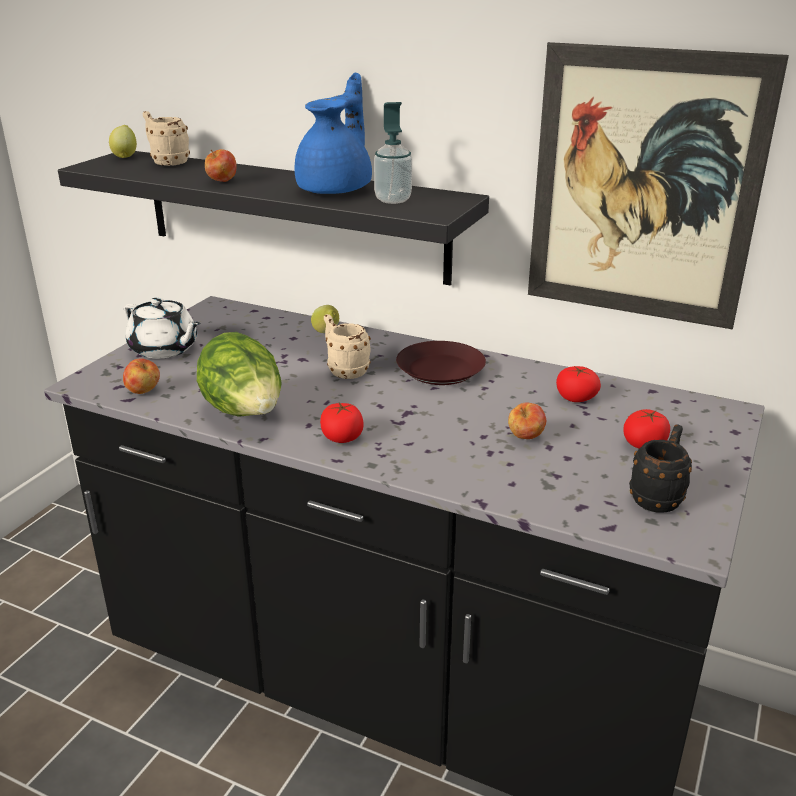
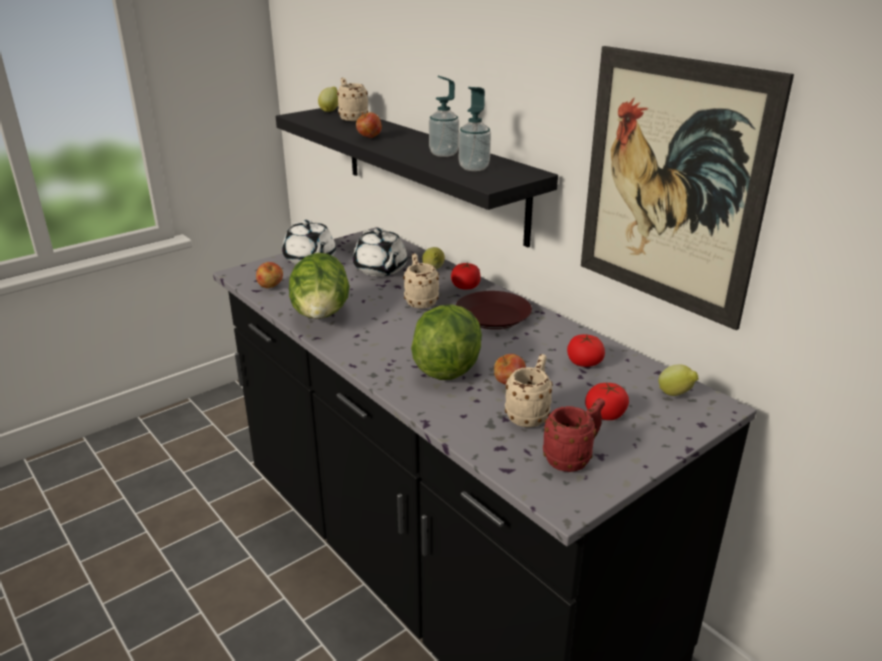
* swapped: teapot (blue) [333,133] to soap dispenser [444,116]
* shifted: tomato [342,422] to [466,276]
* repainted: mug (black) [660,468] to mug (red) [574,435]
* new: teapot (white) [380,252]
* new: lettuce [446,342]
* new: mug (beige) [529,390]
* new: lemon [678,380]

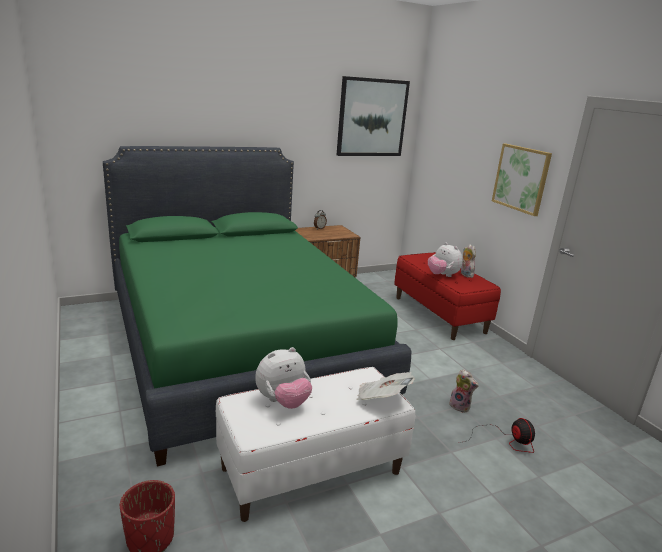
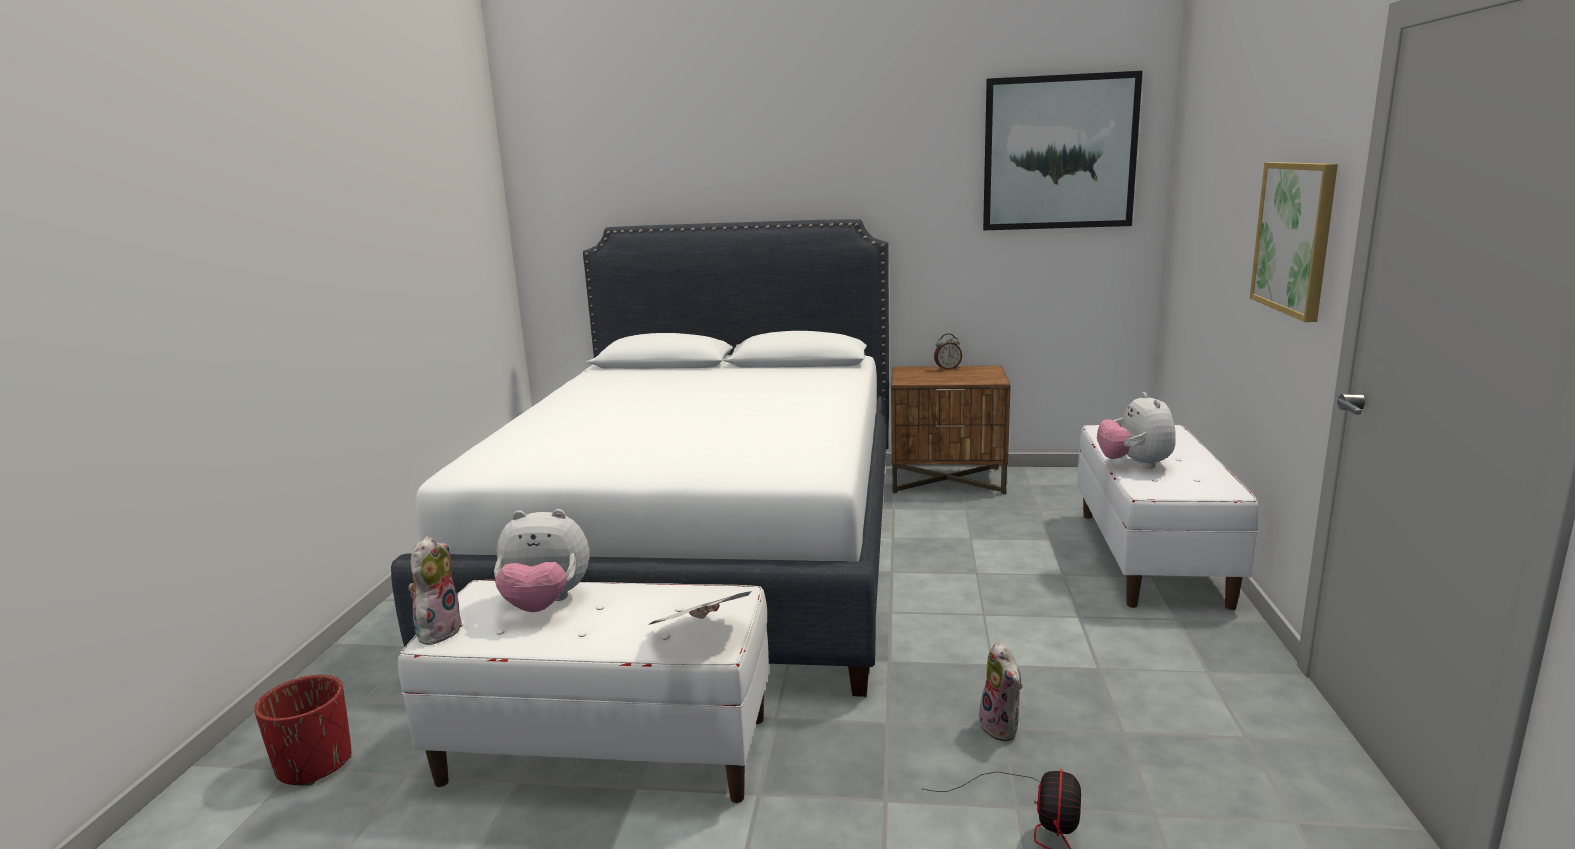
* repainted: bed (green) [257,306] to bed (white) [640,458]
* shifted: plush toy [468,261] to [435,590]
* repainted: bench (red) [447,296] to bench (white) [1168,517]

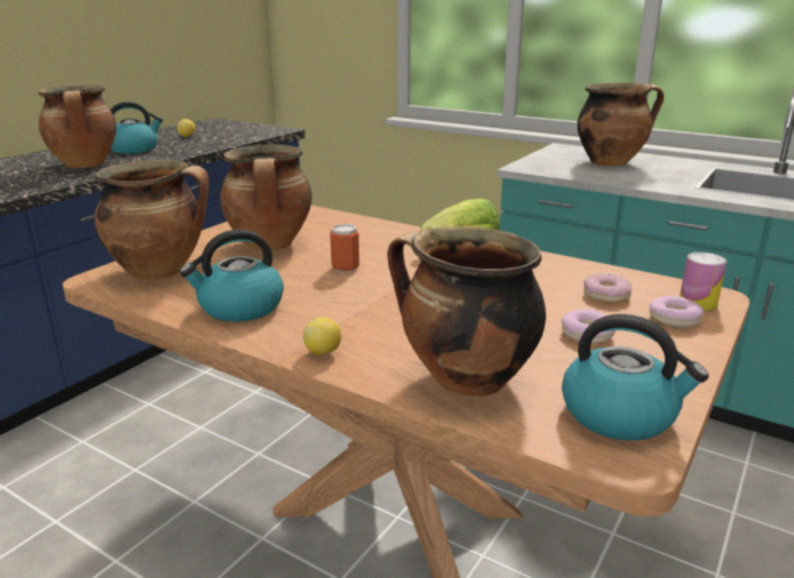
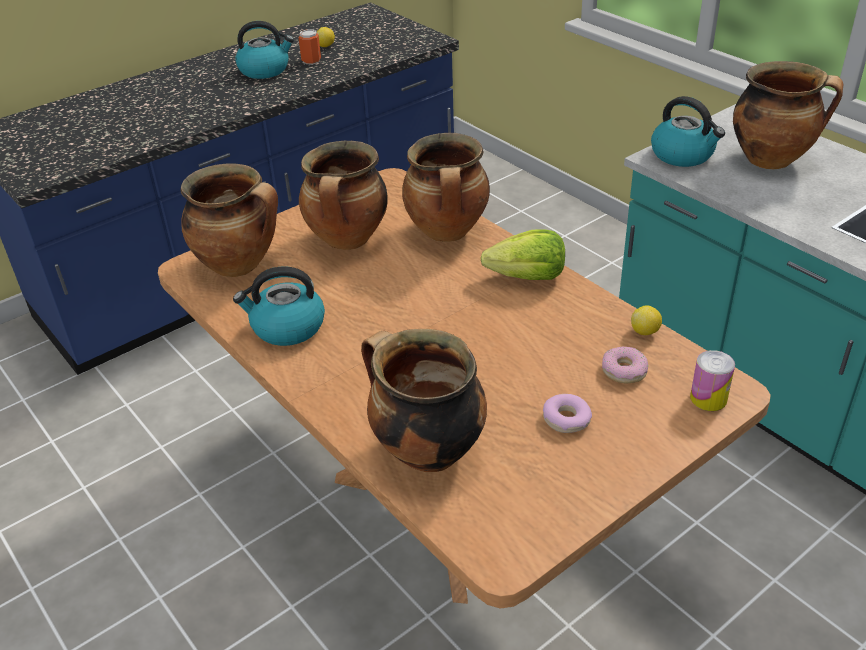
* shifted: cooking pot [77,126] to [446,187]
* shifted: can [344,248] to [309,46]
* gone: donut [676,312]
* shifted: kettle [635,377] to [688,131]
* shifted: lemon [322,336] to [646,320]

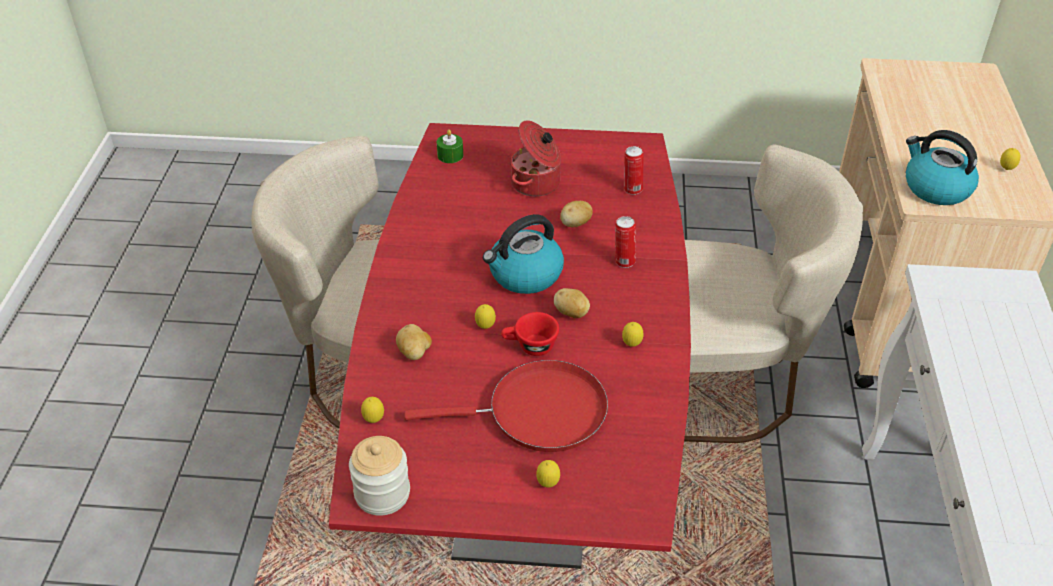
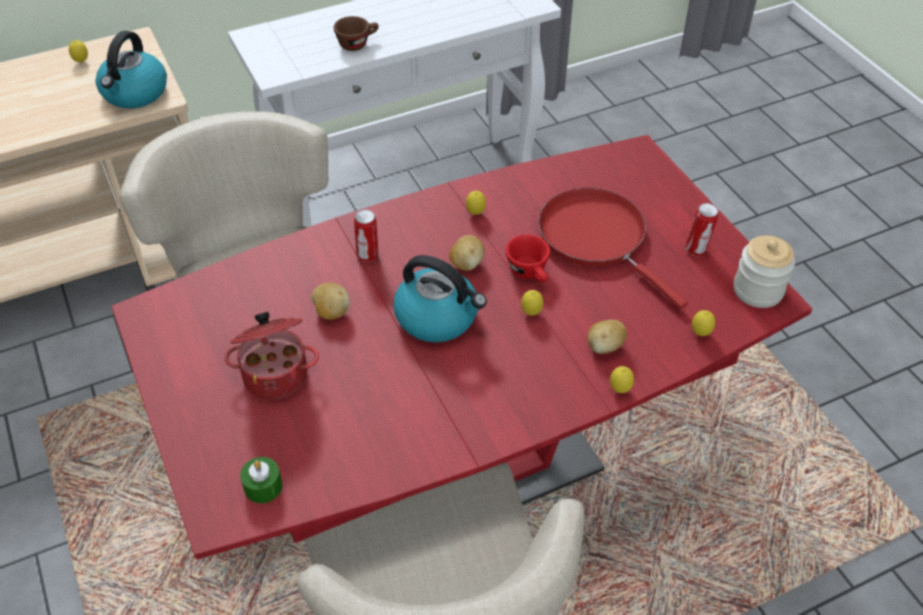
* shifted: can [634,170] to [702,229]
* shifted: lemon [548,474] to [622,379]
* new: cup (brown) [356,33]

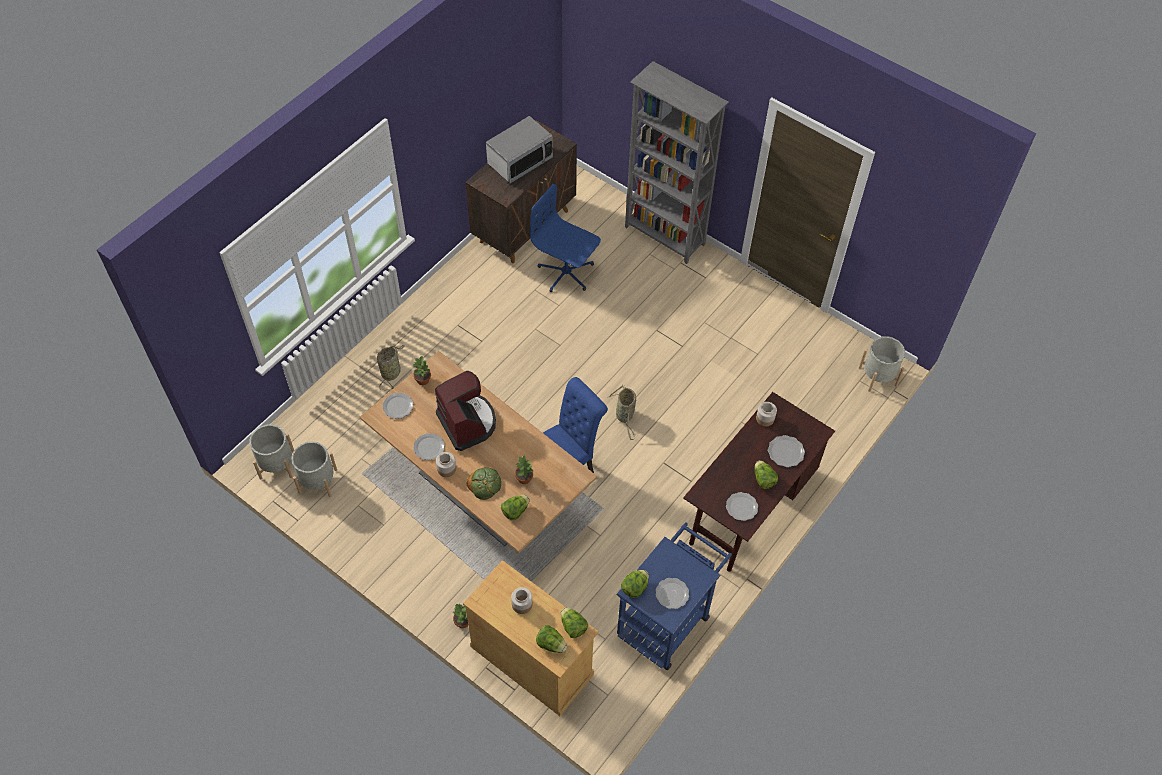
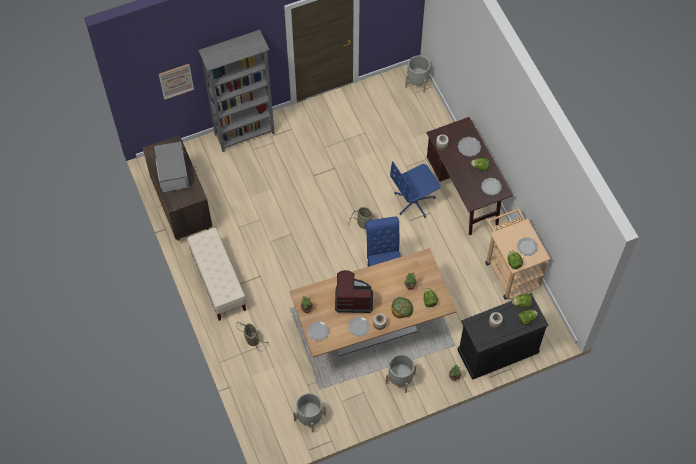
* shifted: office chair (blue) [565,238] to [415,190]
* shifted: planter (grey) [271,452] to [401,373]
* repainted: cart (blue) [674,596] to cart (beige) [518,253]
* repainted: cabinet (beige) [531,638] to cabinet (black) [502,336]
* new: picture [176,82]
* new: bench (beige) [216,274]

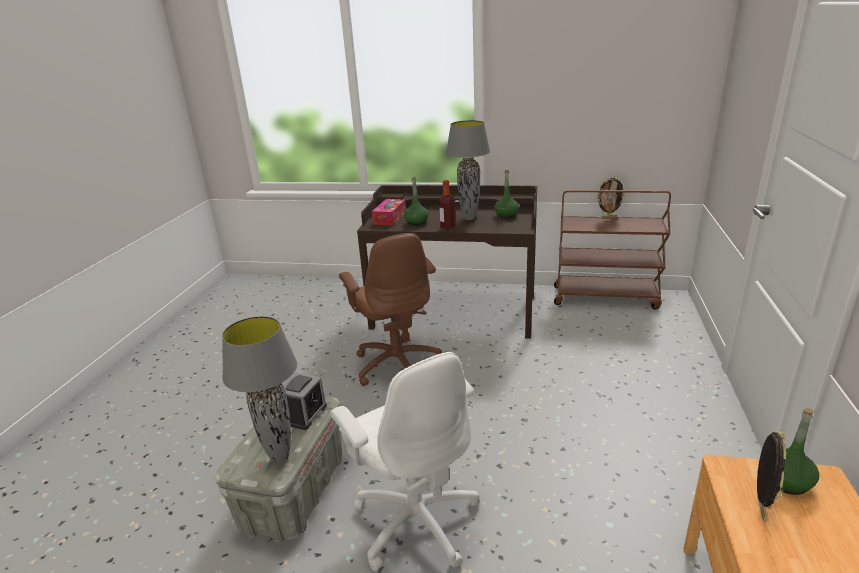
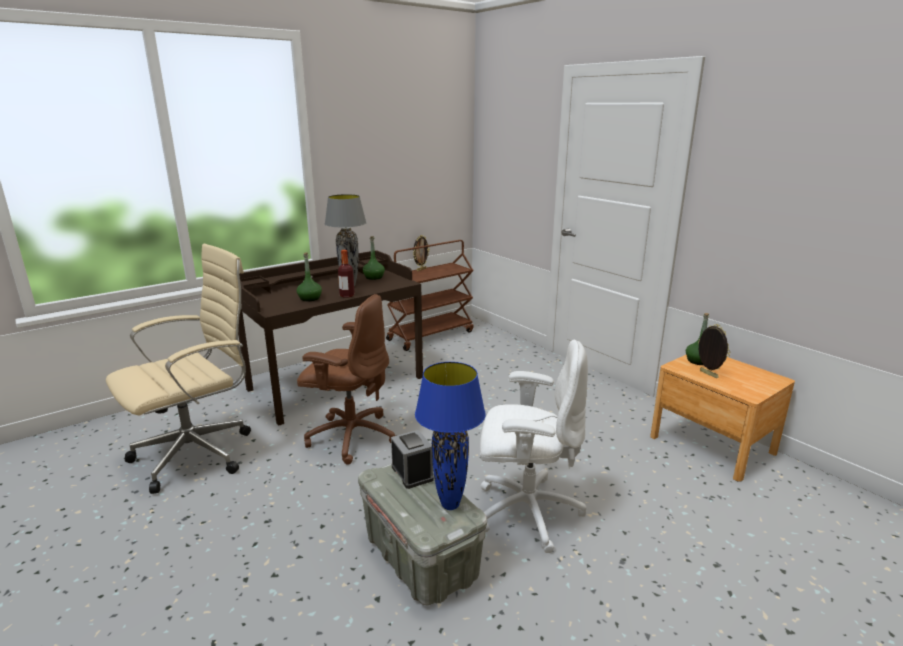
* gone: tissue box [389,212]
* repainted: table lamp (grey) [259,389] to table lamp (blue) [450,436]
* new: office chair (beige) [178,369]

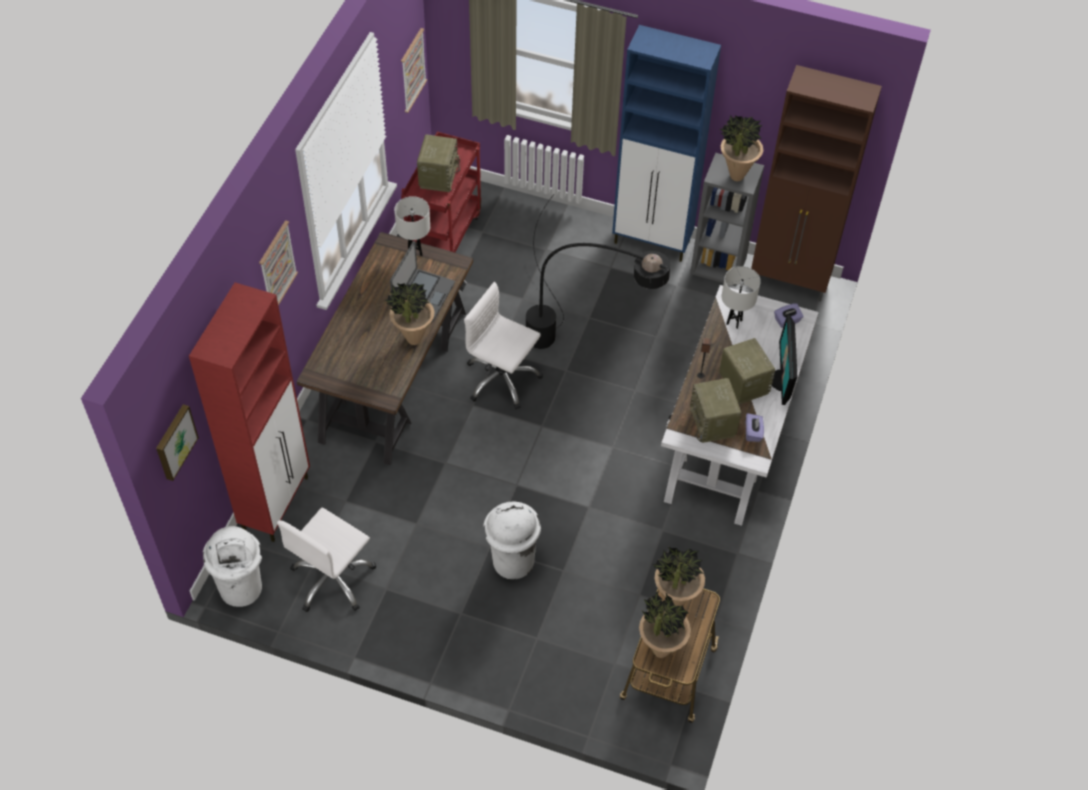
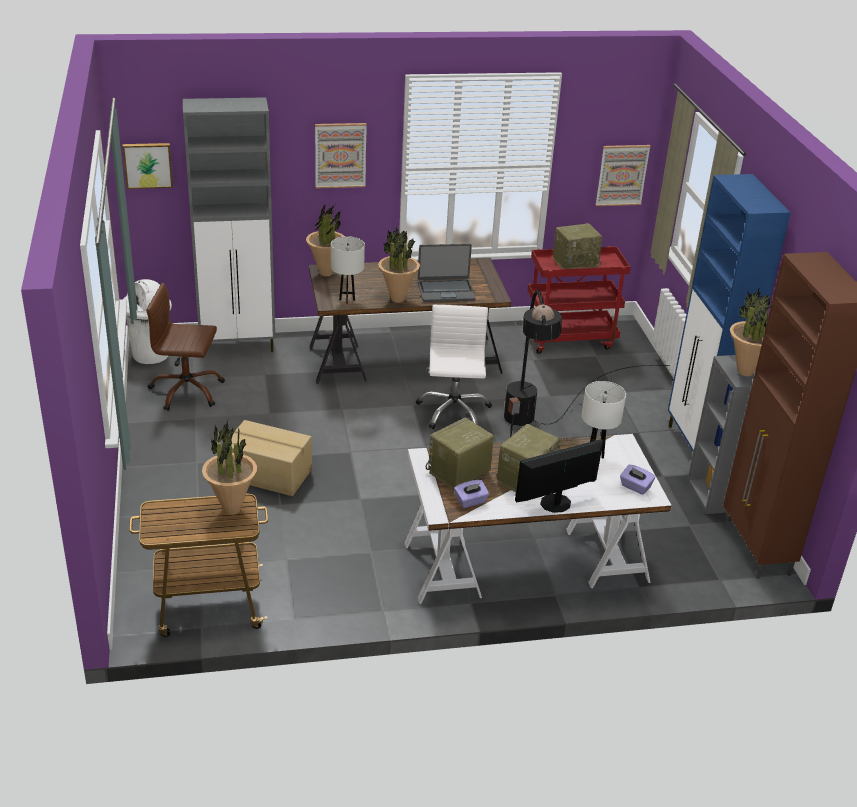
* shifted: table lamp (white) [412,226] to [348,270]
* repainted: cabinet (red) [249,412] to cabinet (grey) [229,224]
* swapped: trash can (white) [512,540] to cardboard box [271,458]
* repainted: office chair (white) [326,559] to office chair (brown) [185,347]
* shifted: potted plant [665,624] to [325,240]

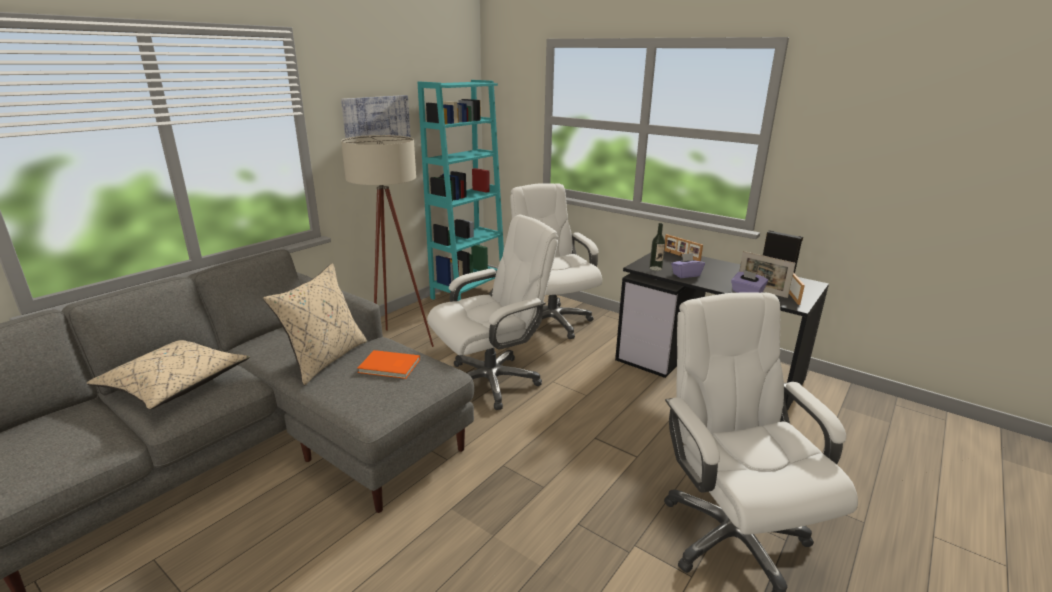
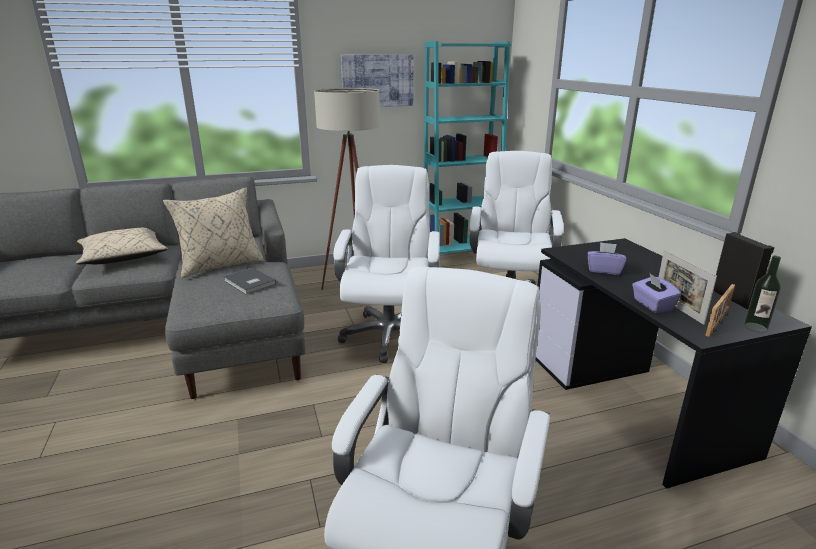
* rotated: office chair (white) [493,312] = [386,264] 90 degrees counterclockwise
* shifted: bottle [657,247] to [762,294]
* gone: picture frame [684,247]
* repainted: book (orange) [389,364] to book (grey) [249,281]

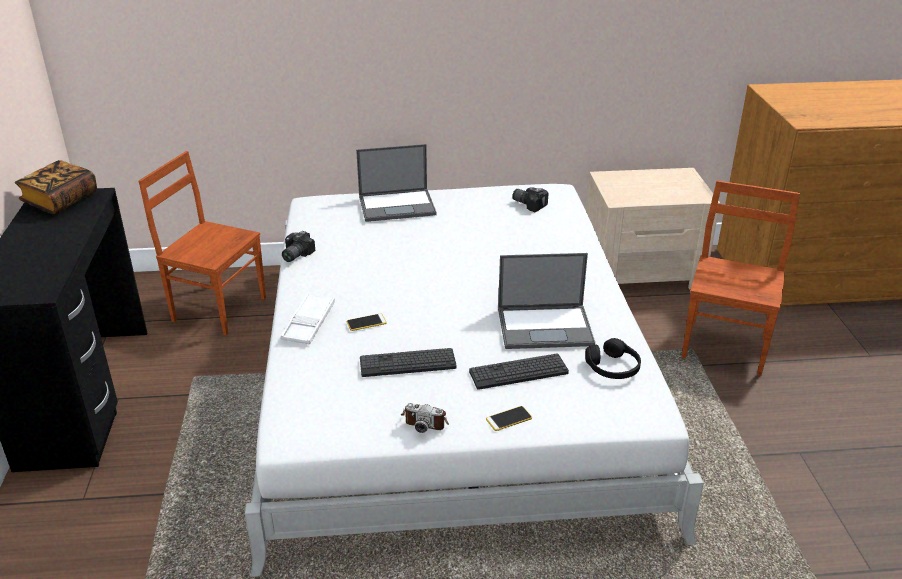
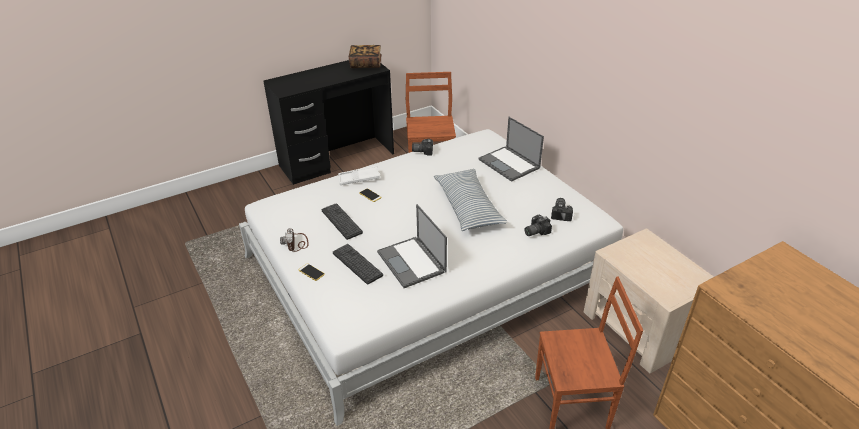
* gone: headphones (black) [613,358]
* new: pillow [471,200]
* new: photo camera [538,225]

